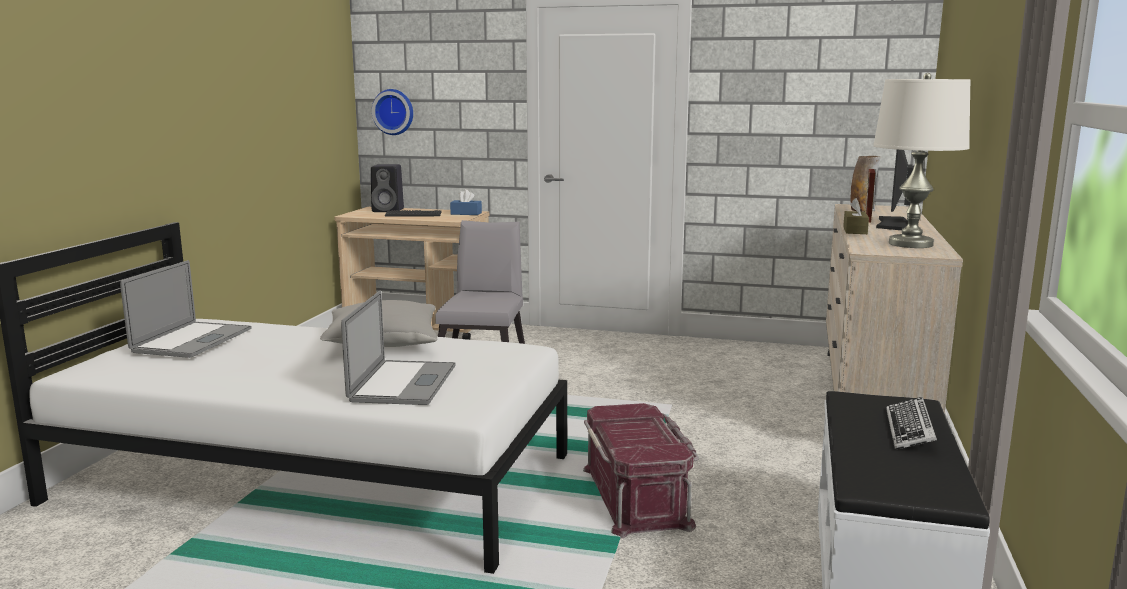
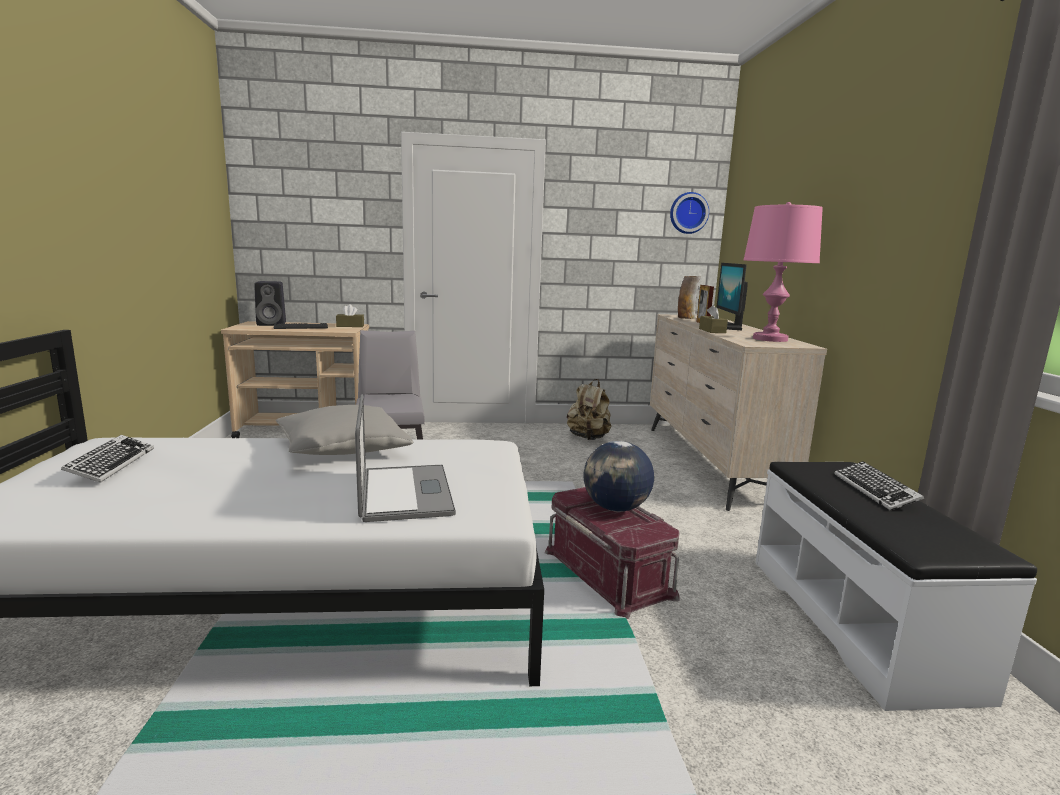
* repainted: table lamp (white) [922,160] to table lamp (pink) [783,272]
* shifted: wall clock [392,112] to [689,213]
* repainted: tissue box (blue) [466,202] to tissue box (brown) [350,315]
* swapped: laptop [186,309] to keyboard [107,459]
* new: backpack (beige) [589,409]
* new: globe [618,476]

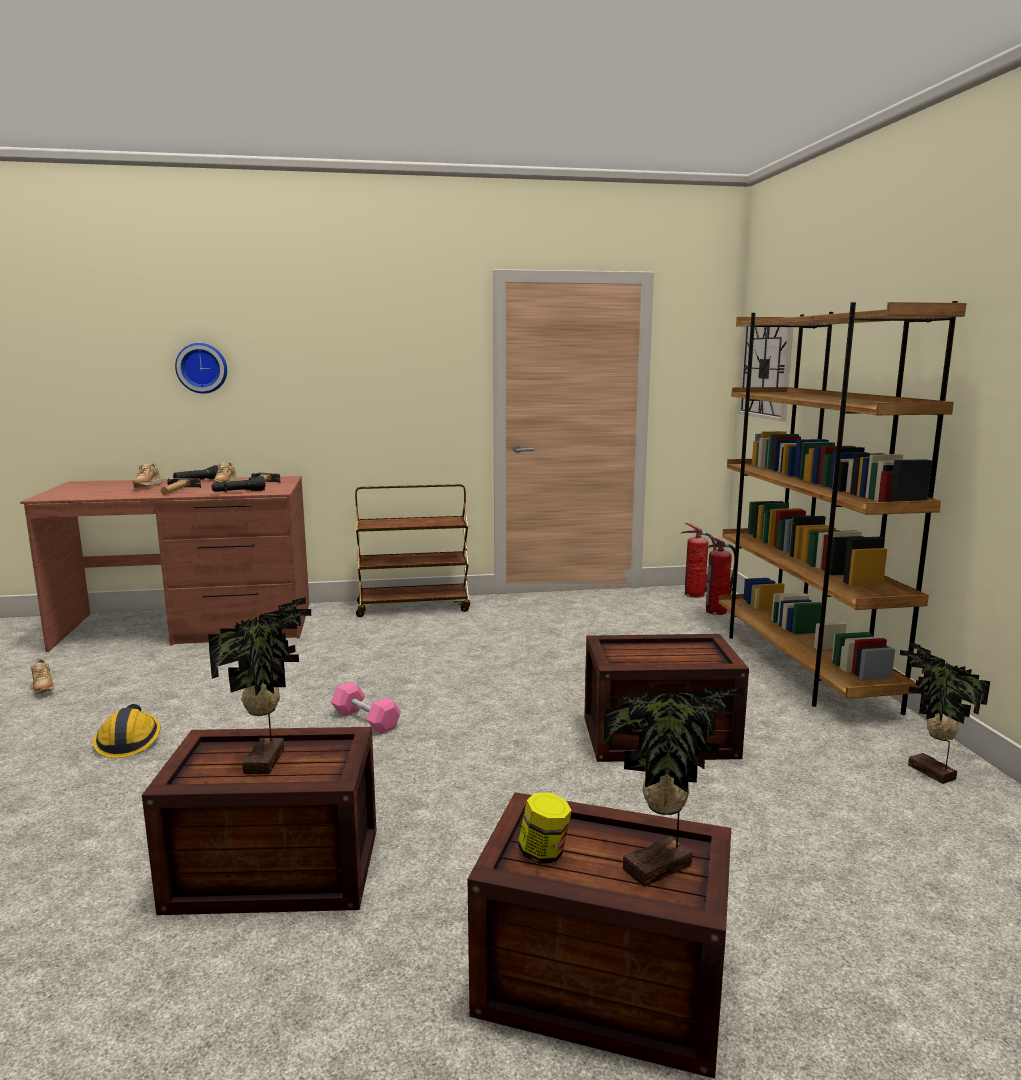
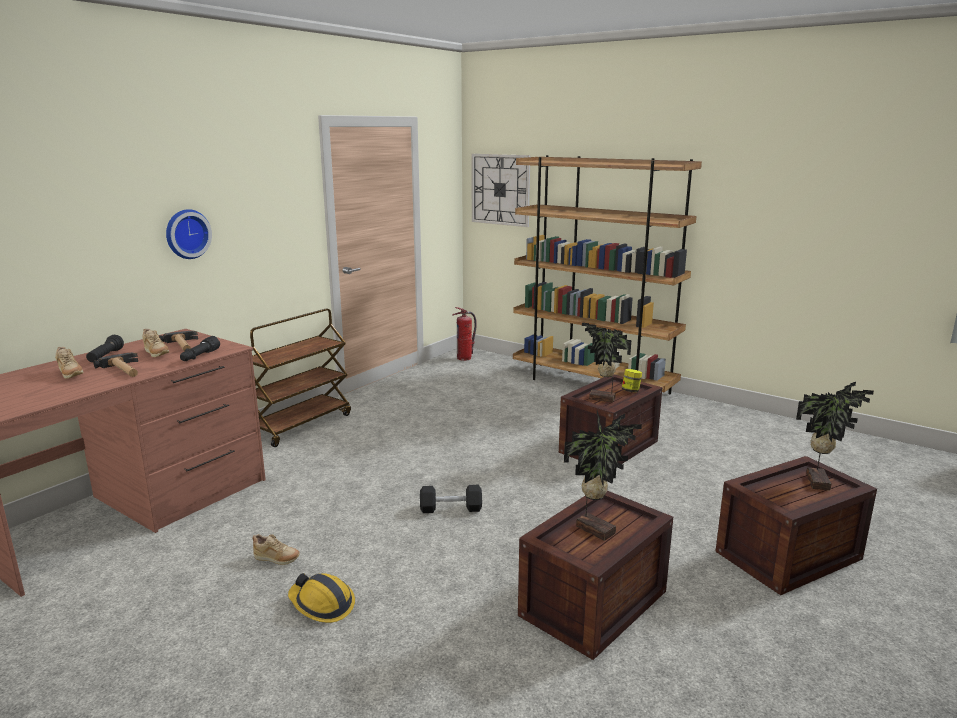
* shifted: wall clock [201,368] to [189,234]
* gone: fire extinguisher [719,576]
* shifted: potted plant [945,713] to [606,363]
* shifted: shoe (beige) [42,676] to [276,549]
* repainted: dumbbell (pink) [366,708] to dumbbell (black) [451,499]
* shifted: jar [545,828] to [632,380]

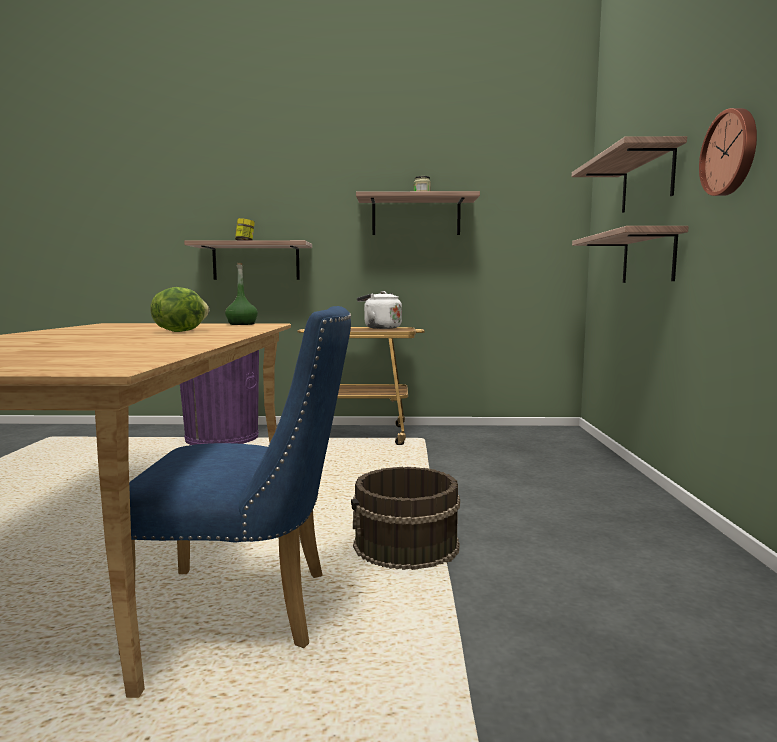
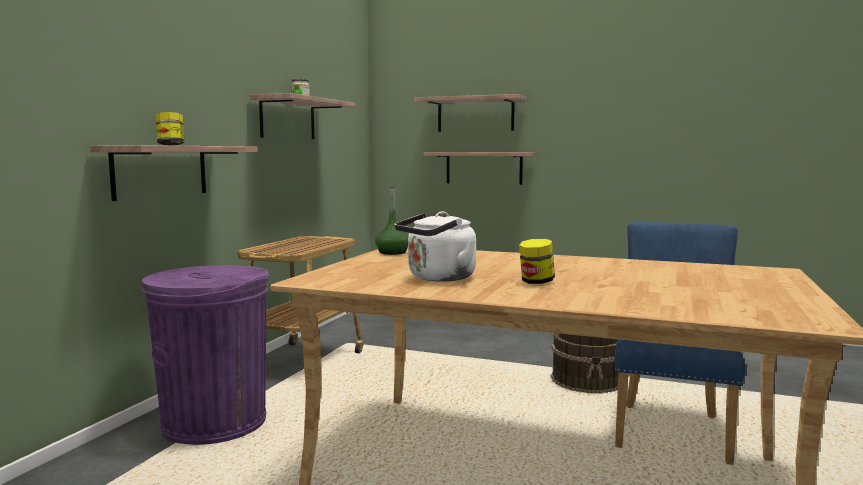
* gone: wall clock [728,152]
* gone: lettuce [179,309]
* shifted: kettle (white) [379,310] to [435,246]
* new: jar [537,261]

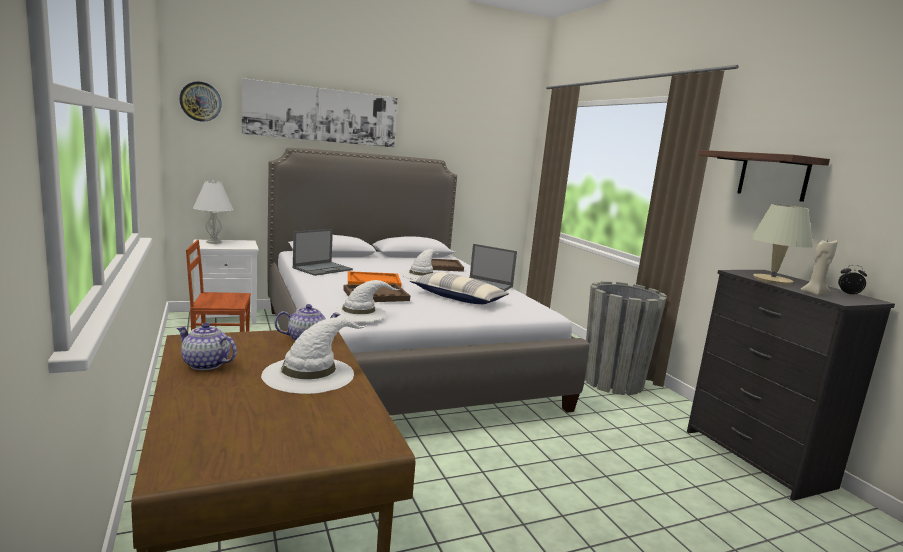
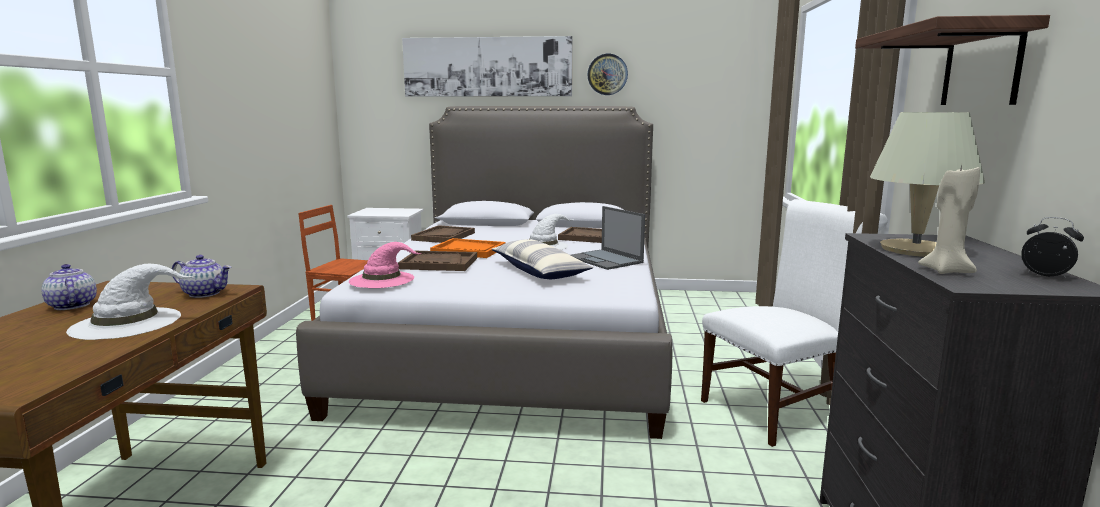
* shifted: wall clock [200,101] to [608,74]
* gone: table lamp (white) [213,212]
* swapped: laptop [323,252] to tray (brown) [443,234]
* repainted: hat (white) [365,301] to hat (pink) [385,265]
* swapped: planter (grey) [626,338] to chair (white) [794,323]

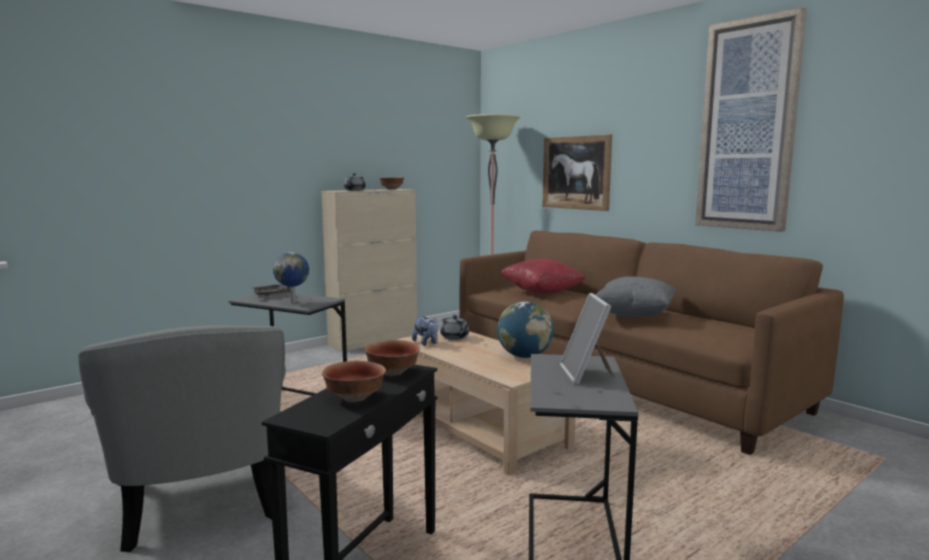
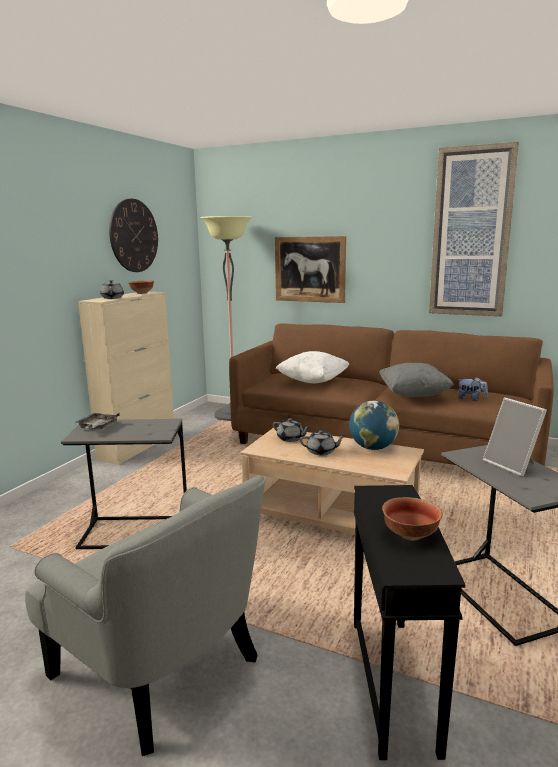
* gone: globe [291,277]
* repainted: pillow (red) [543,276] to pillow (white) [312,367]
* shifted: plush toy [425,331] to [473,389]
* gone: bowl [392,358]
* new: wall clock [133,235]
* new: teapot (grey) [322,442]

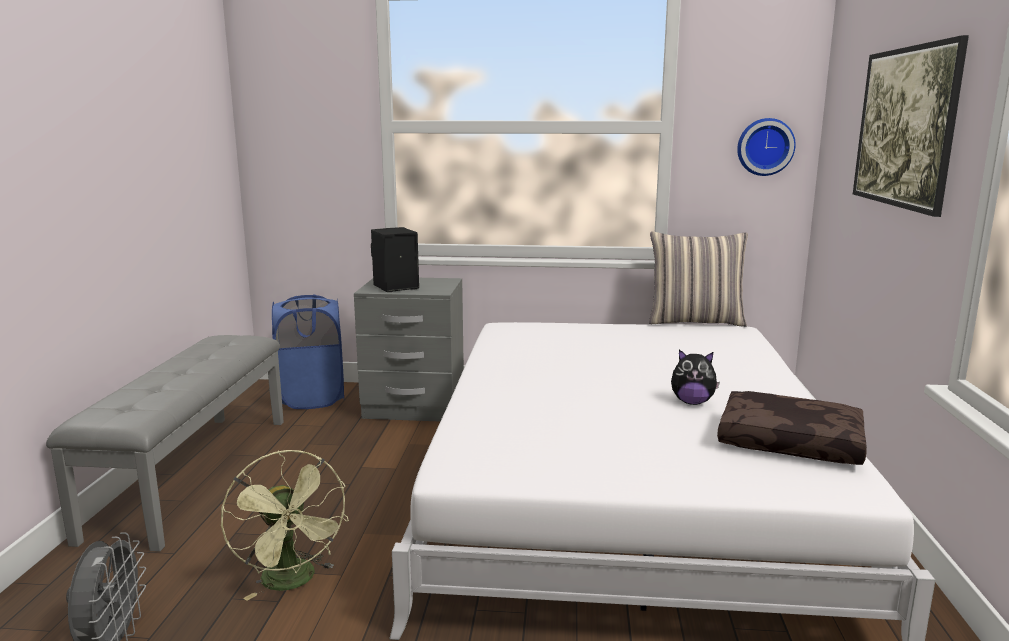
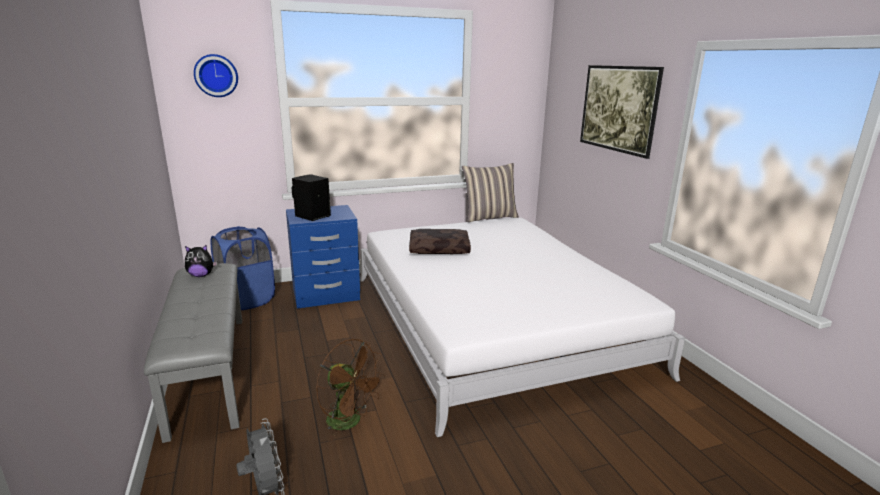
* shifted: wall clock [766,147] to [216,75]
* repainted: nightstand (grey) [409,349] to nightstand (blue) [323,257]
* shifted: plush toy [695,377] to [201,261]
* shifted: pillow (brown) [792,428] to [440,241]
* repainted: fan (green) [285,525] to fan (brown) [350,390]

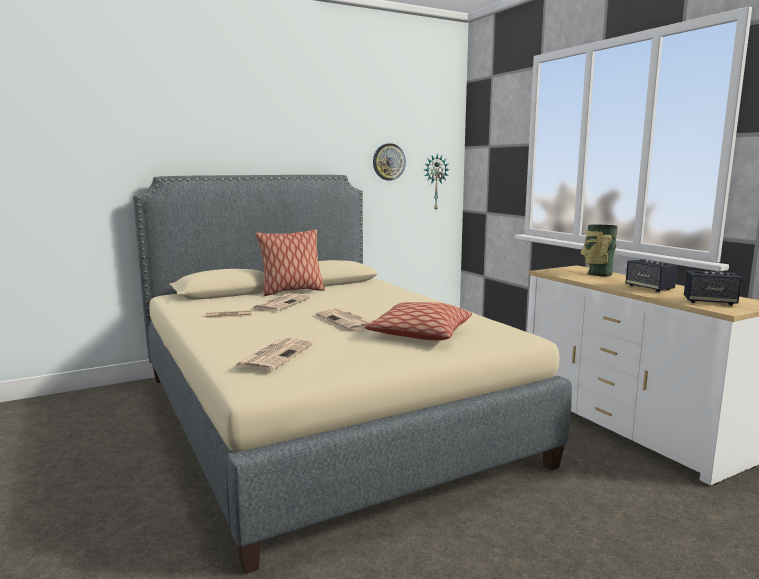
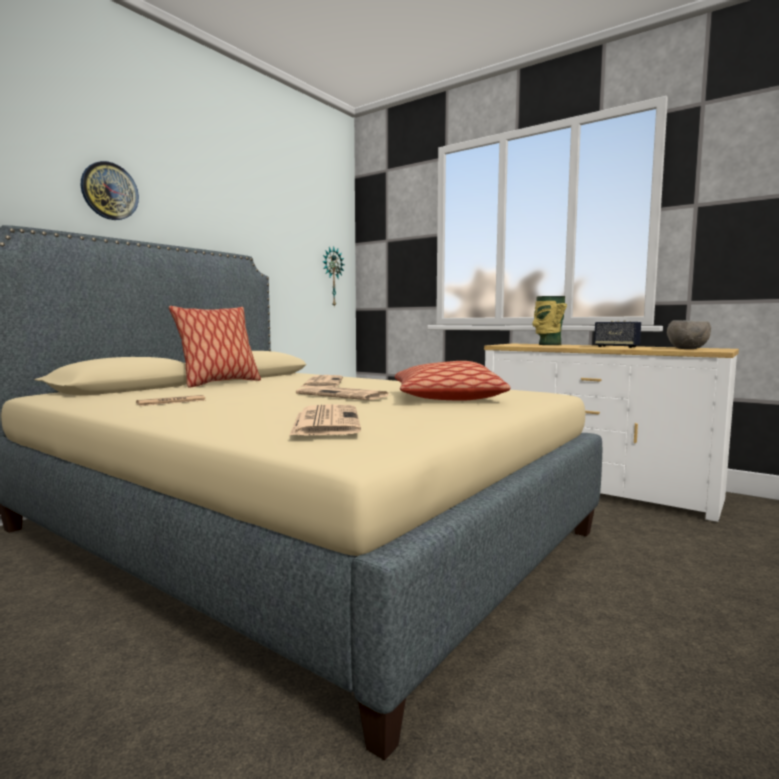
* shifted: wall clock [389,161] to [110,190]
* swapped: speaker [713,287] to bowl (grey) [689,334]
* shifted: newspaper [281,302] to [322,381]

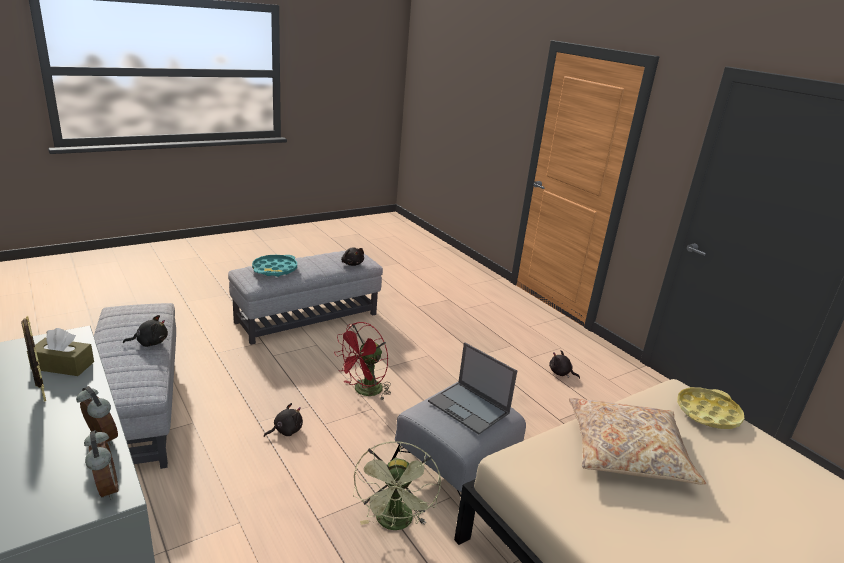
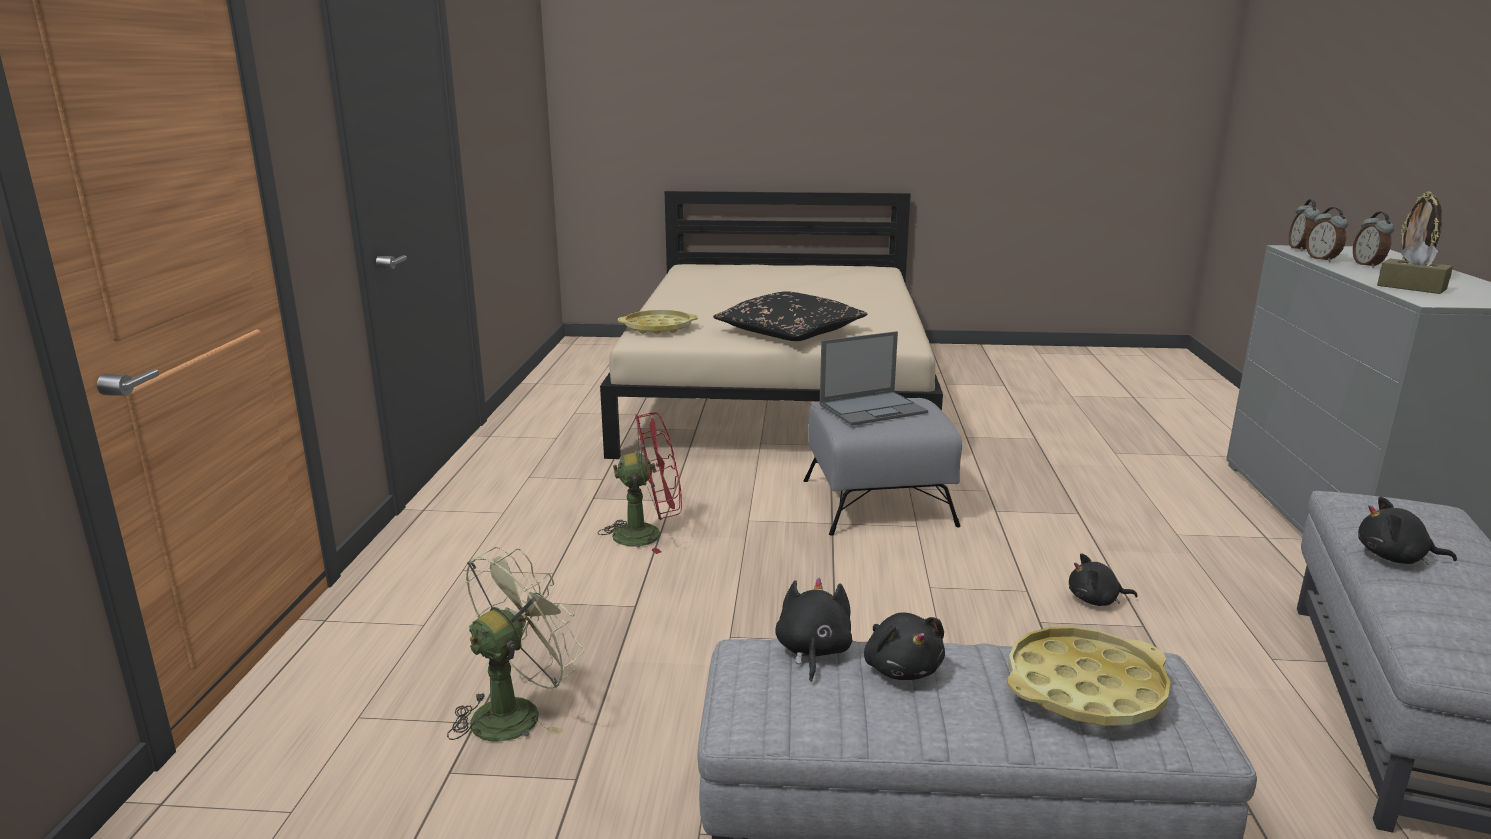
* repainted: tray (turquoise) [274,266] to tray (yellow) [1088,676]
* shifted: fan (red) [362,361] to [640,483]
* rotated: laptop [472,388] = [873,378] 75 degrees clockwise
* shifted: plush toy (black) [564,364] to [904,646]
* repainted: pillow (beige) [637,441] to pillow (black) [790,316]
* shifted: fan (green) [397,485] to [515,644]
* new: alarm clock [1373,239]

